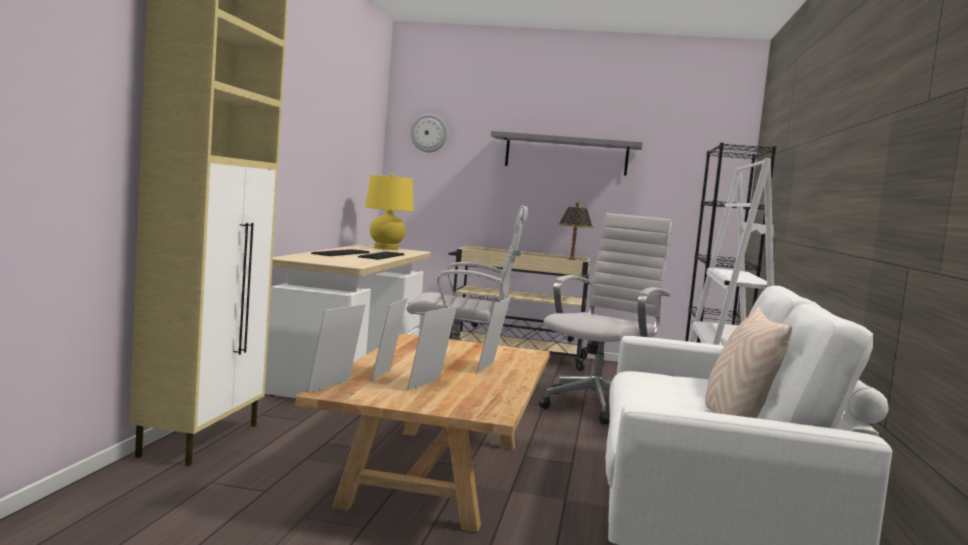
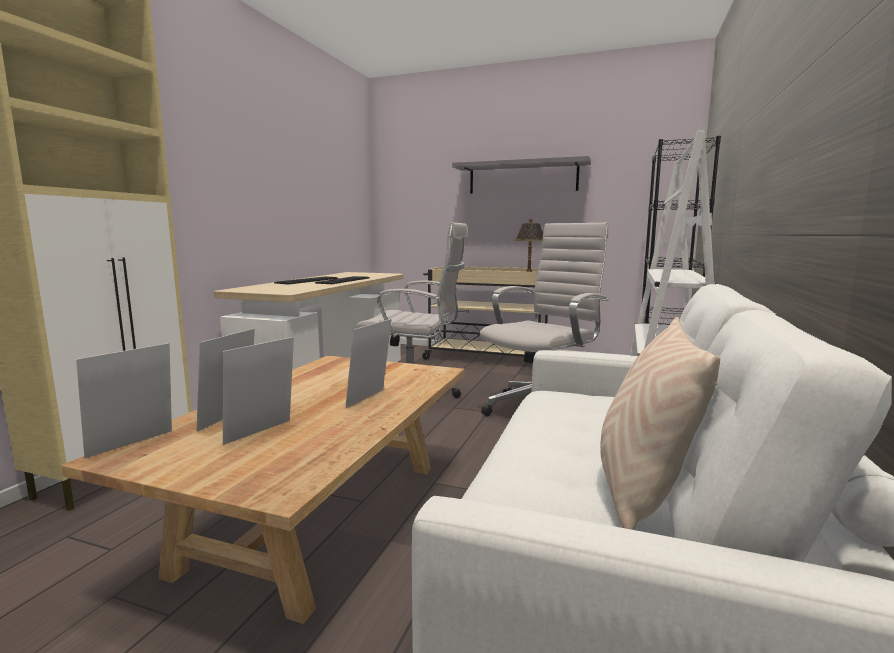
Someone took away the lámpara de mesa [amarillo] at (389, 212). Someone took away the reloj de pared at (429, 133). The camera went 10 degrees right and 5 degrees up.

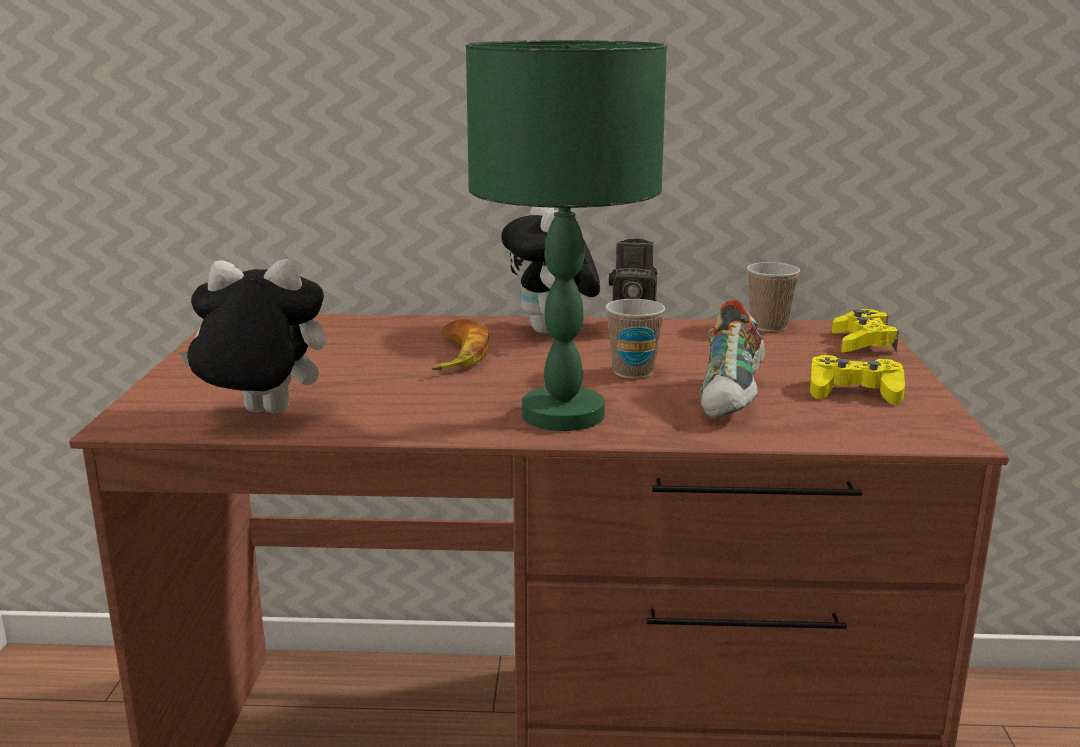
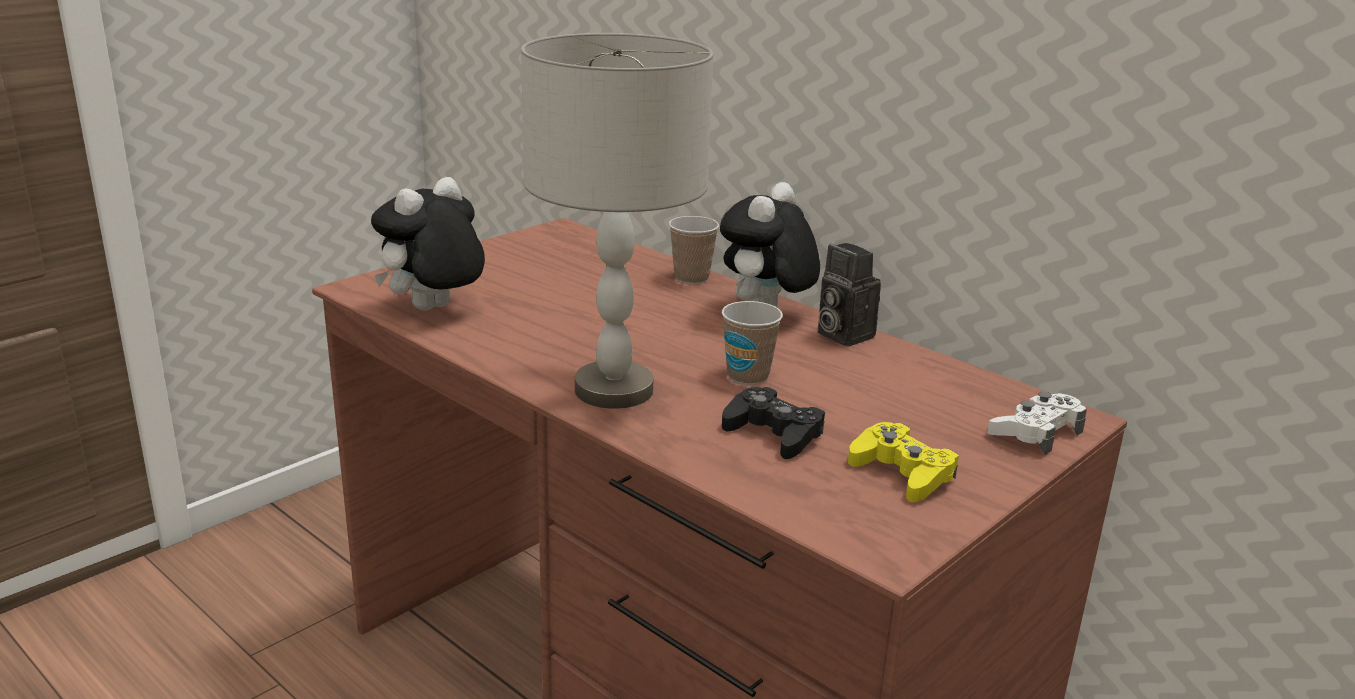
Someone took away the plátano at (460, 344). Someone carried the taza from (773, 297) to (694, 250). Someone swapped the zapato at (732, 359) for the mando de consola [negro] at (773, 423). Someone repainted the lámpara de mesa [verde] at (566, 235), which became the lámpara de mesa [gris] at (617, 221). Someone repainted the mando de consola [amarillo] at (865, 330), which became the mando de consola [blanco] at (1037, 423). Someone rotated the peluche at (252, 336) by 90 degrees counterclockwise. The camera went 40 degrees right and 5 degrees up.

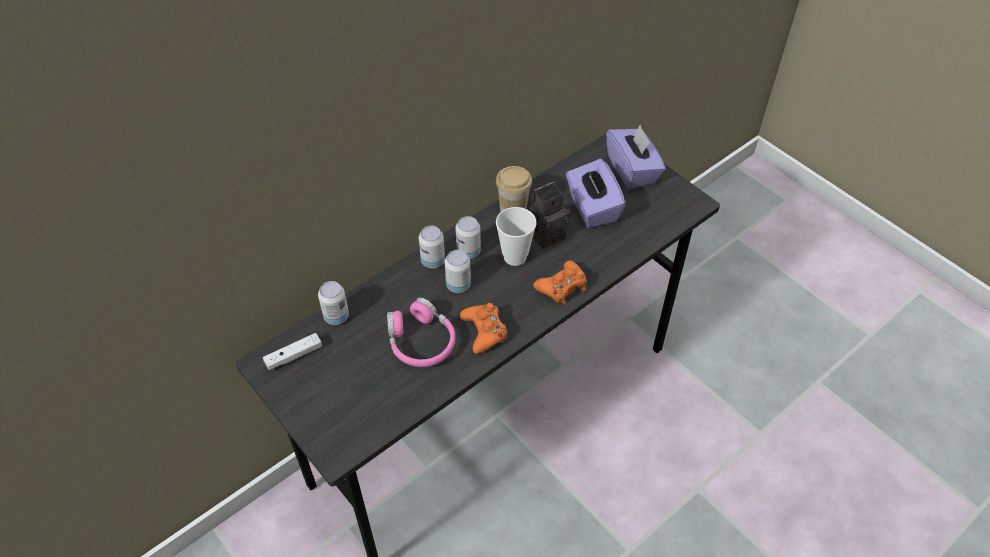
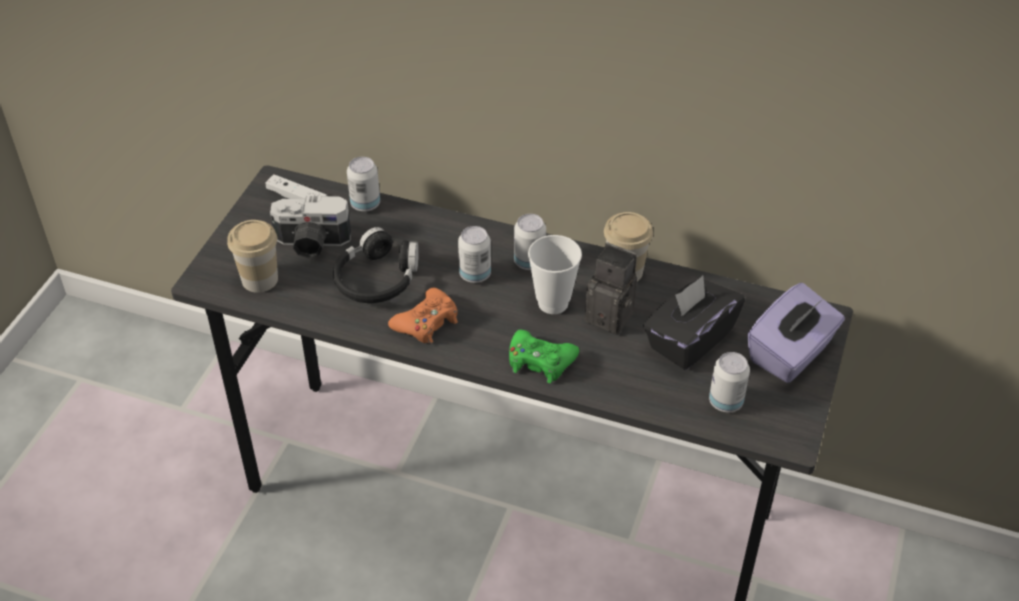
Someone put down the taza at (252, 256). Someone put down the cámara at (310, 227). Someone carried the lata from (432, 247) to (729, 382). Someone repainted the auriculares [rosa] at (421, 332), which became the auriculares [negro] at (376, 265). Someone repainted the mando de consola [naranja] at (560, 282), which became the mando de consola [verde] at (544, 356). Someone repainted the caja de pañuelos [morado] at (596, 193), which became the caja de pañuelos [negro] at (694, 323). The camera went 60 degrees right and 5 degrees down.

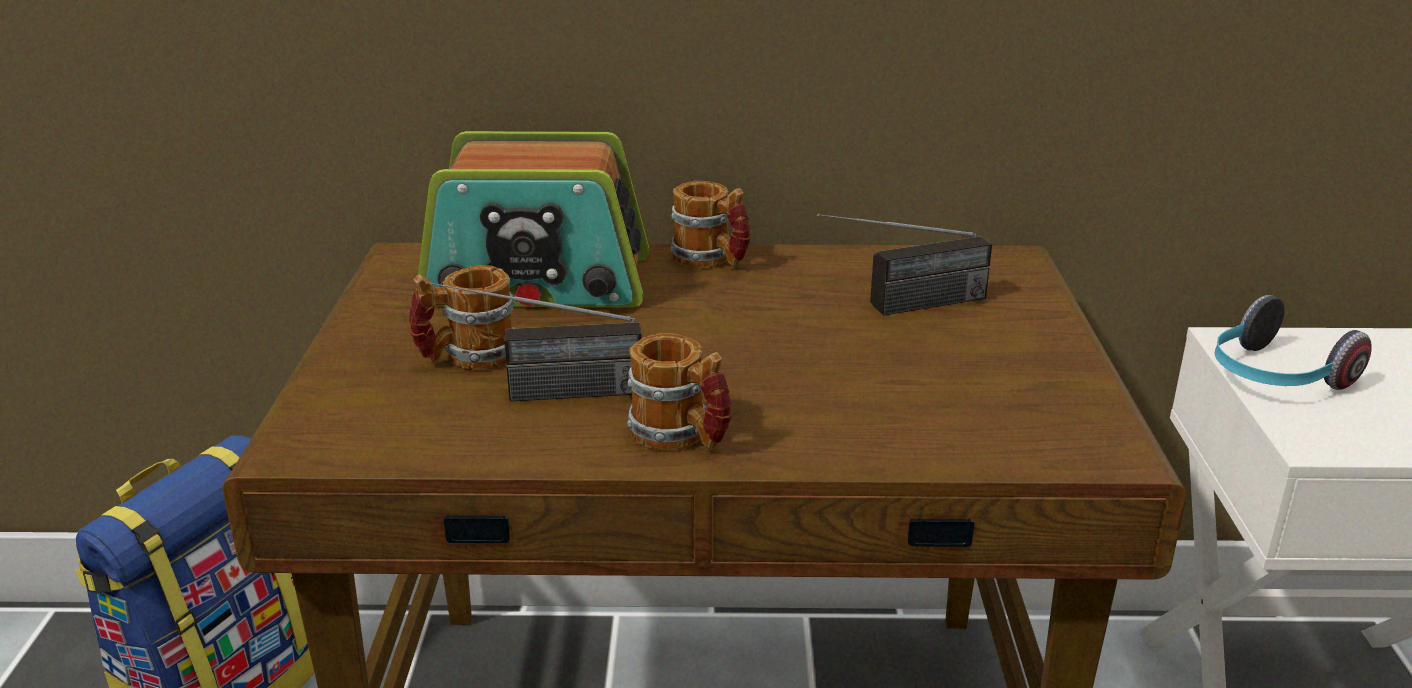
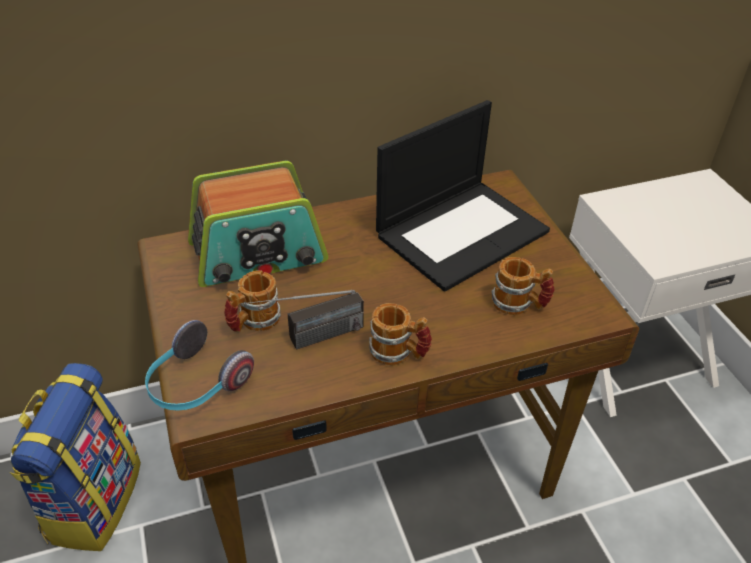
Someone carried the taza grande from (711, 224) to (523, 286). Someone carried the auriculares from (1293, 342) to (199, 365). Someone swapped the radio at (904, 264) for the portátil at (463, 196). The camera went 20 degrees left and 15 degrees up.

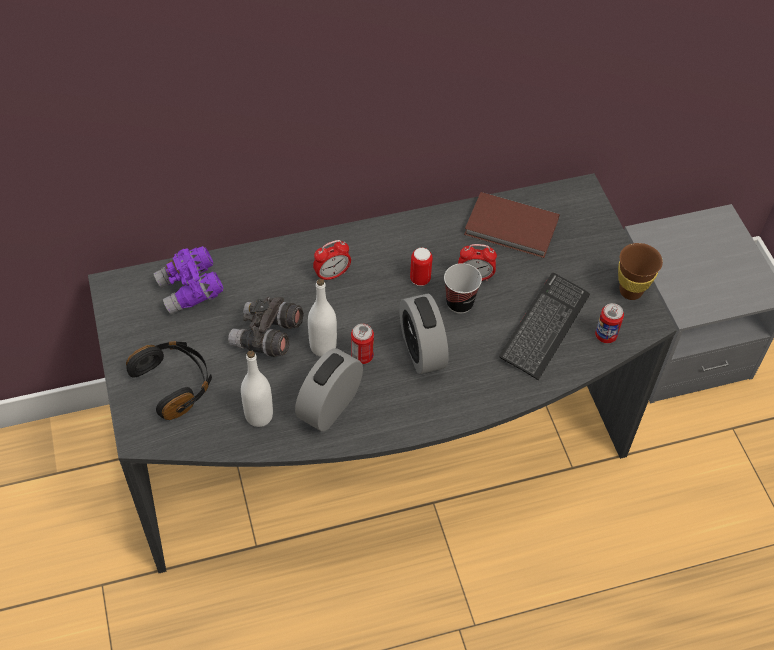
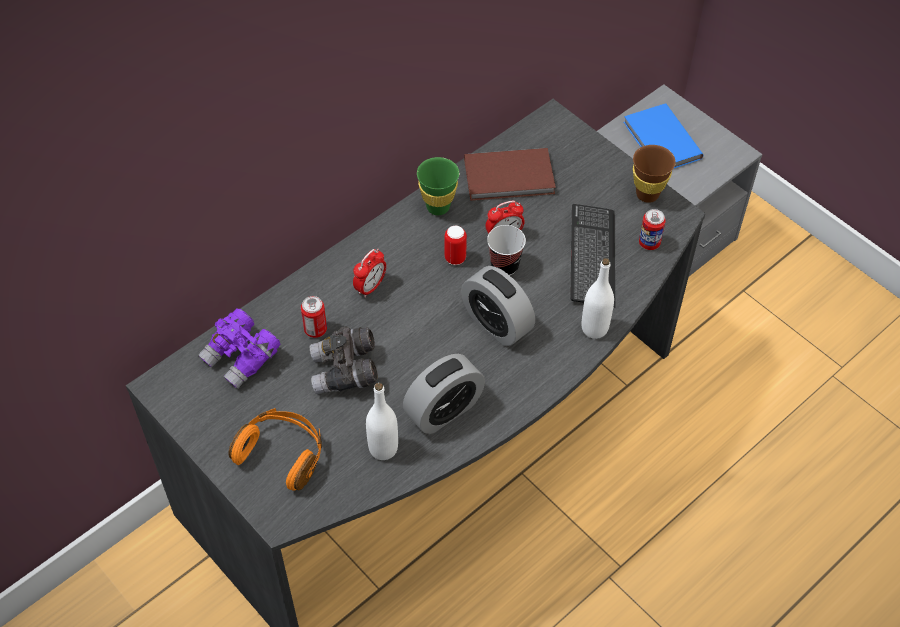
Someone put down the taza [verde] at (438, 186). Someone put down the libro [azul] at (663, 135). Someone carried the botella [blanco] from (322, 318) to (597, 298). Someone carried the lata from (362, 344) to (314, 317). Someone repainted the auriculares [negro] at (169, 380), which became the auriculares [naranja] at (275, 449). Someone rotated the despertador at (329, 389) by 135 degrees counterclockwise. The camera went 25 degrees left and 0 degrees up.

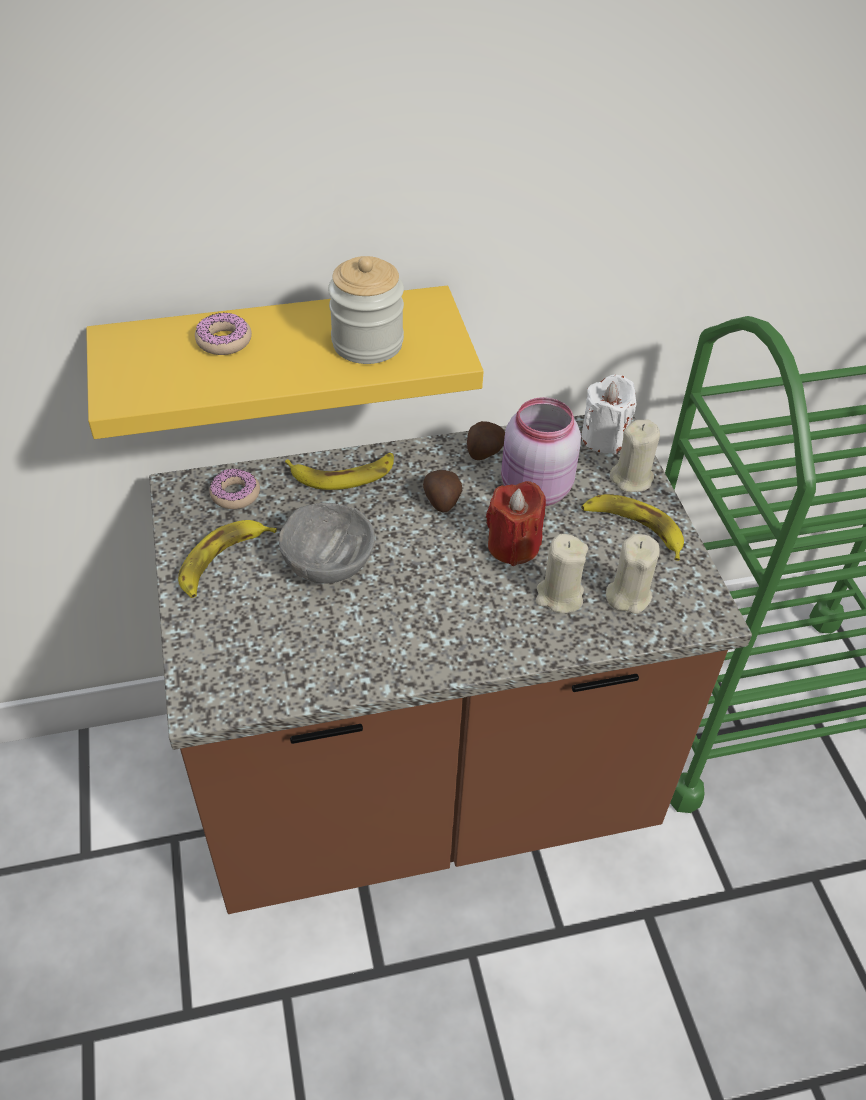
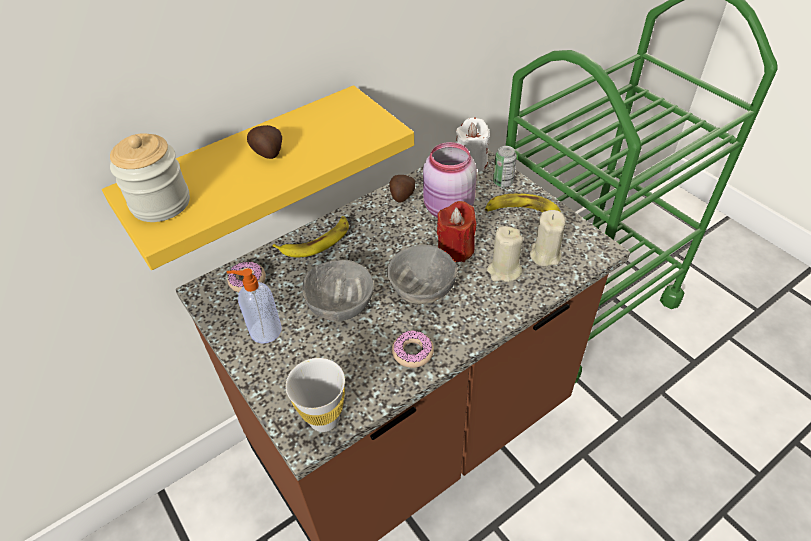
Someone put down the taza [blanco] at (315, 395). Someone put down the cuenco [gris] at (422, 274). Someone carried the rosquilla from (223, 333) to (413, 349). Someone carried the tarro from (366, 310) to (150, 177). Someone carried the patata from (442, 491) to (264, 142). Someone swapped the plátano at (227, 559) for the dispensador de jabón at (253, 306). Someone swapped the vela [beis] at (635, 455) for the lata at (505, 166). The camera went 20 degrees left and 0 degrees up.

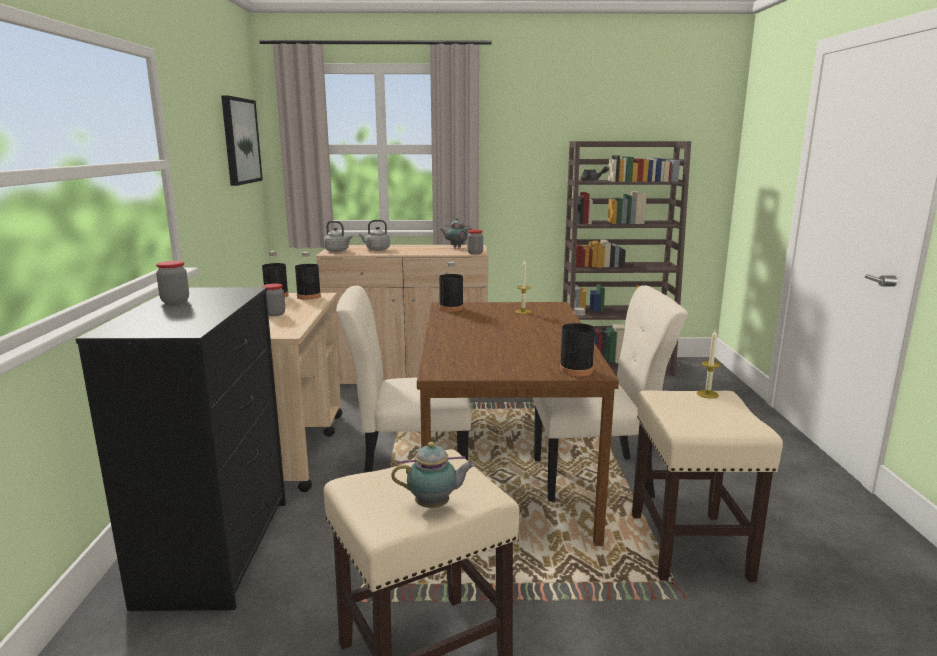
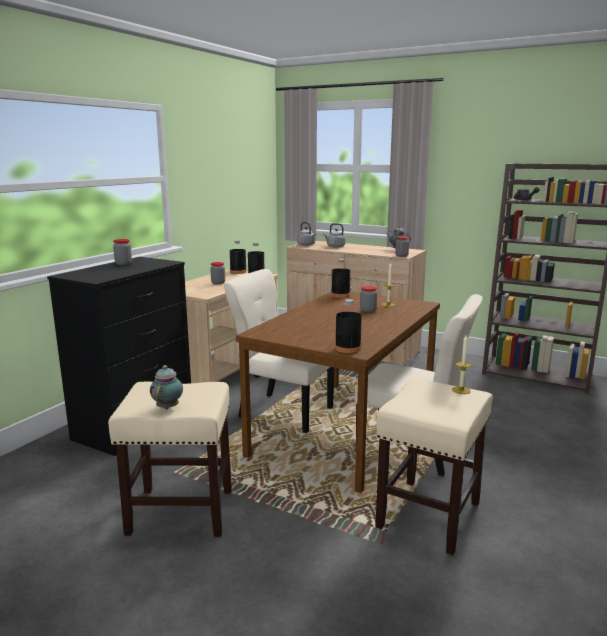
Someone took away the cuadro at (242, 140). Someone put down the tarro at (368, 299). Someone rotated the tetera at (433, 475) by 105 degrees counterclockwise. The camera went 30 degrees right and 0 degrees up.

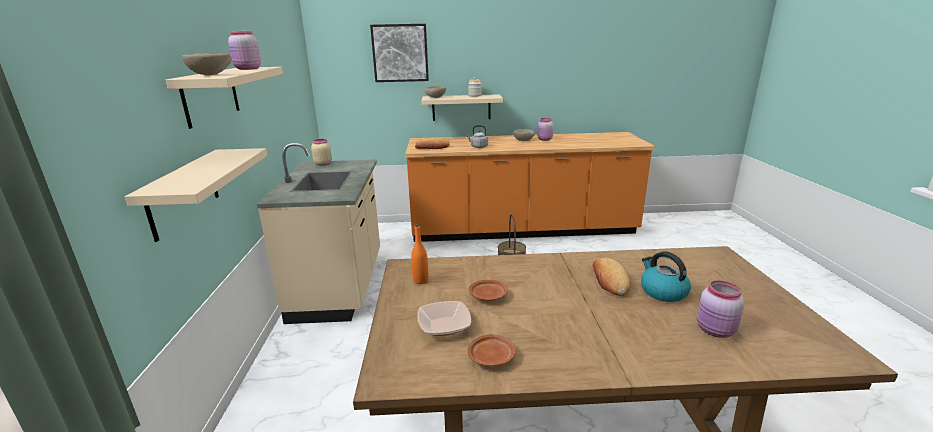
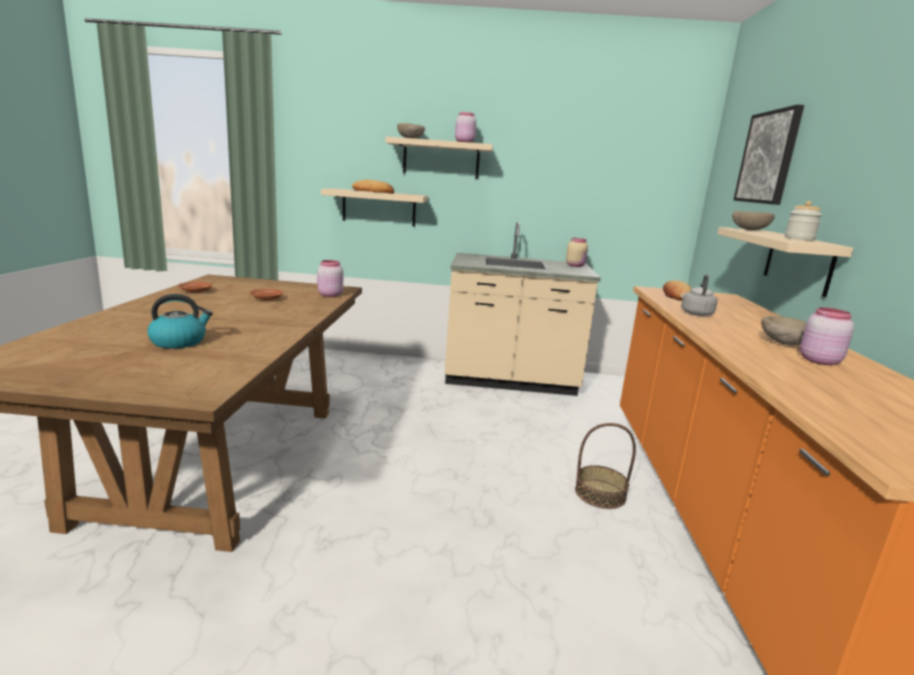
Someone took away the botella [naranja] at (419, 254). Someone took away the cuenco at (444, 318). Someone carried the pan from (612, 277) to (373, 187). Someone carried the tarro [rosa] from (720, 309) to (330, 278). The camera went 95 degrees right and 5 degrees down.

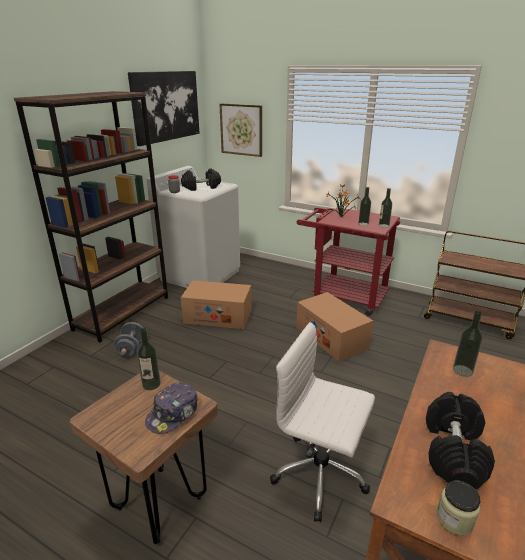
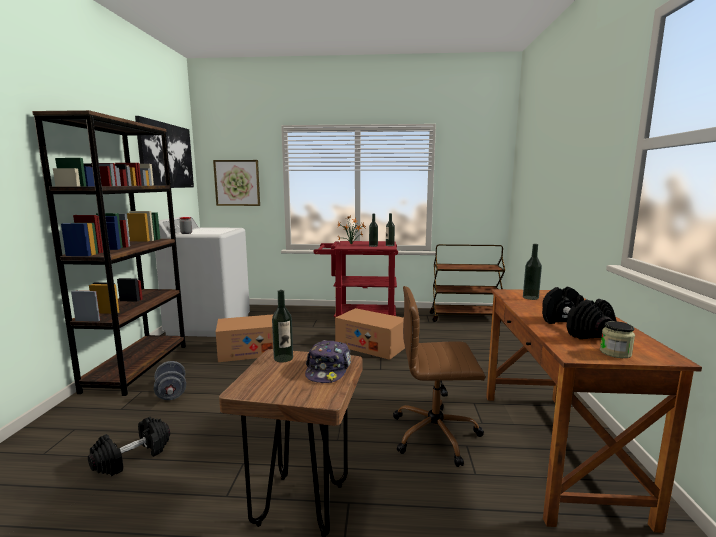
Someone carried the mancuerna [negro] from (201, 179) to (129, 446). Someone repainted the silla de oficina [blanco] at (322, 422), which became the silla de oficina [marrón] at (439, 376). The camera went 25 degrees left and 15 degrees down.

